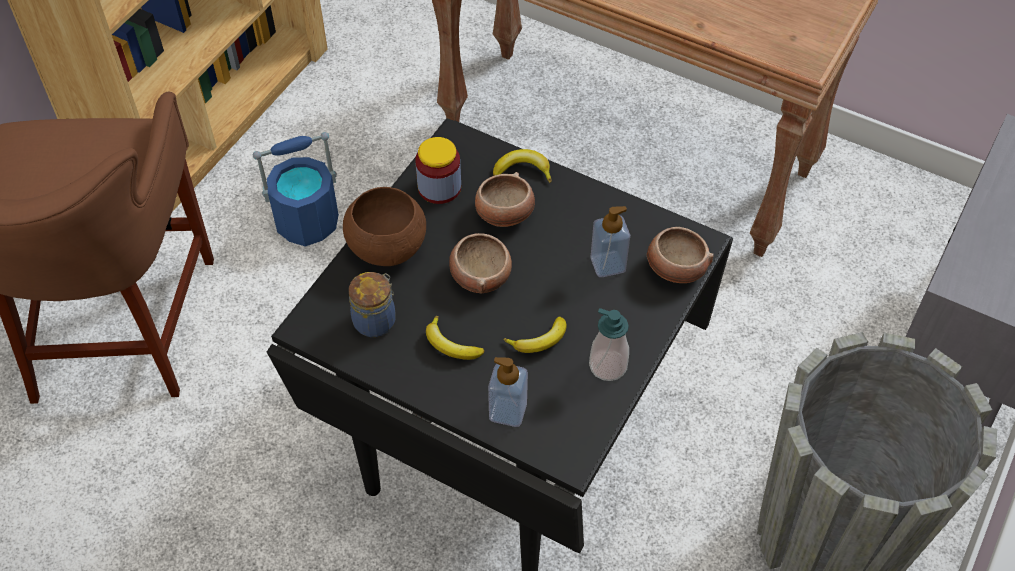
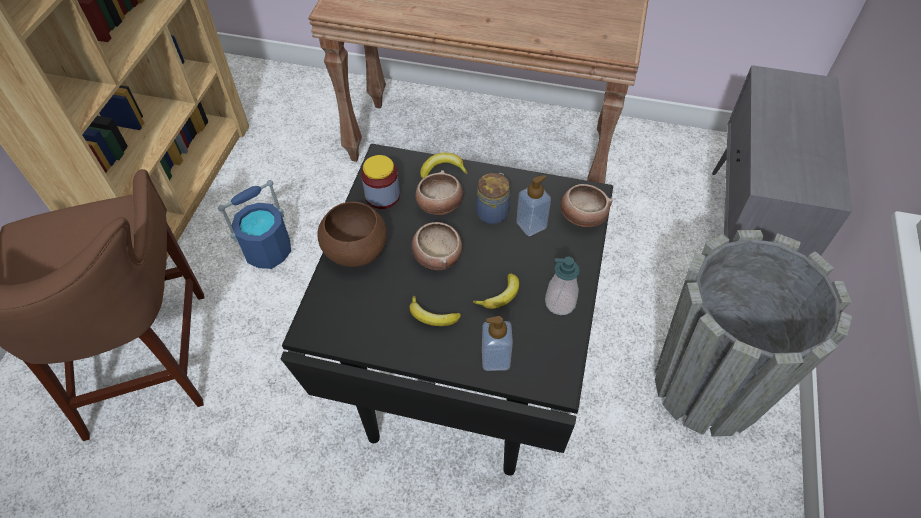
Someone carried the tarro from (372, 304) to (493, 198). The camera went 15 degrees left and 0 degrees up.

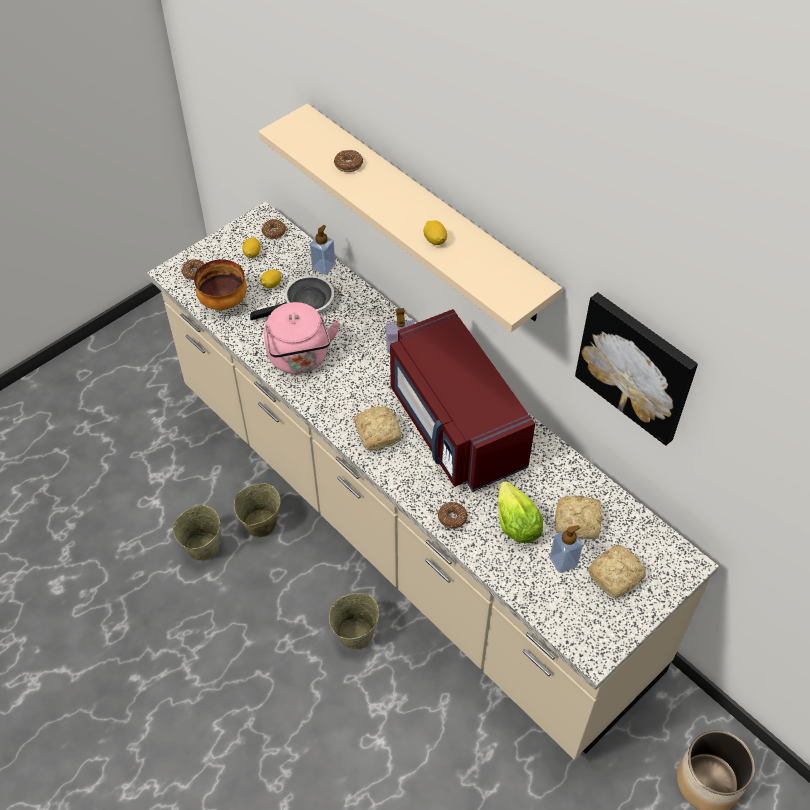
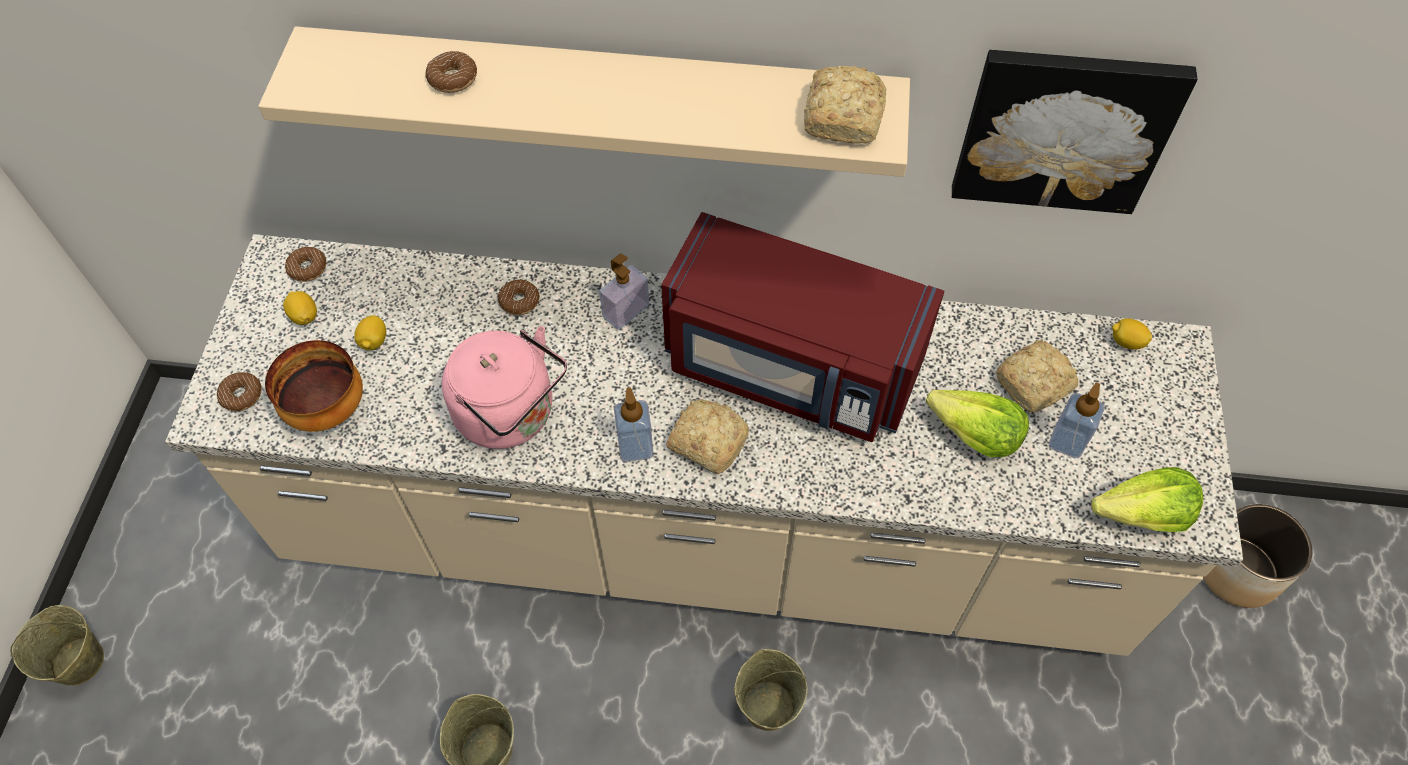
Someone took away the sartén at (292, 298). Someone put down the lechuga at (1147, 499). Someone carried the cubo [beis] from (257, 510) to (57, 645). Someone carried the dispensador de jabón from (322, 250) to (633, 424). Someone carried the limón from (435, 232) to (1132, 334). Someone carried the rosquilla from (452, 515) to (519, 297). Someone carried the pan from (617, 571) to (845, 105). The camera went 40 degrees left and 5 degrees up.

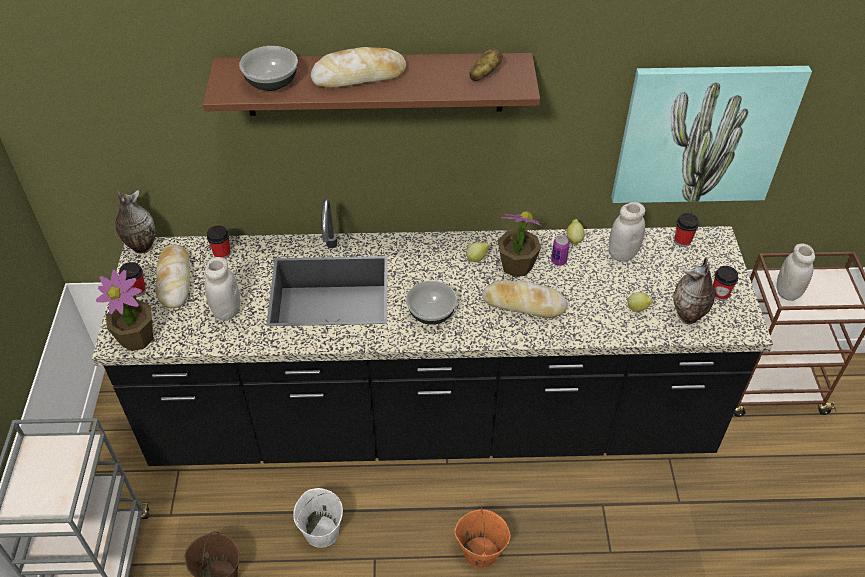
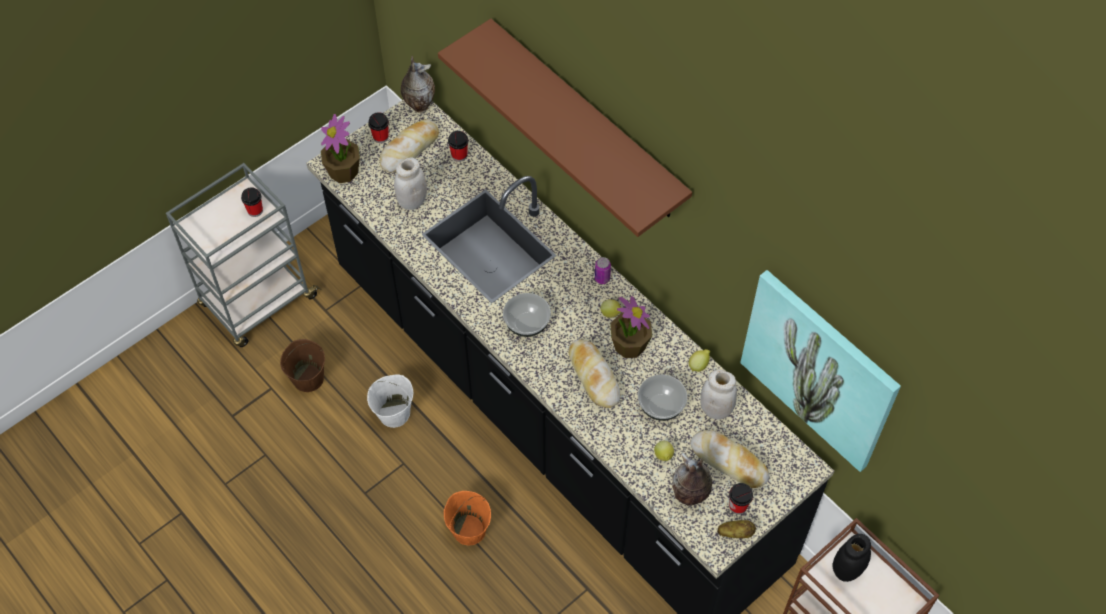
Someone carried the cuenco from (268, 68) to (662, 398). Someone carried the pan from (358, 67) to (730, 459). Someone carried the patata from (486, 64) to (736, 529). Someone carried the lata from (560, 250) to (603, 270). Someone carried the taza from (686, 230) to (252, 202). Someone repainted the tarro [blanco] at (796, 272), which became the tarro [negro] at (852, 558). The camera went 50 degrees right and 10 degrees up.

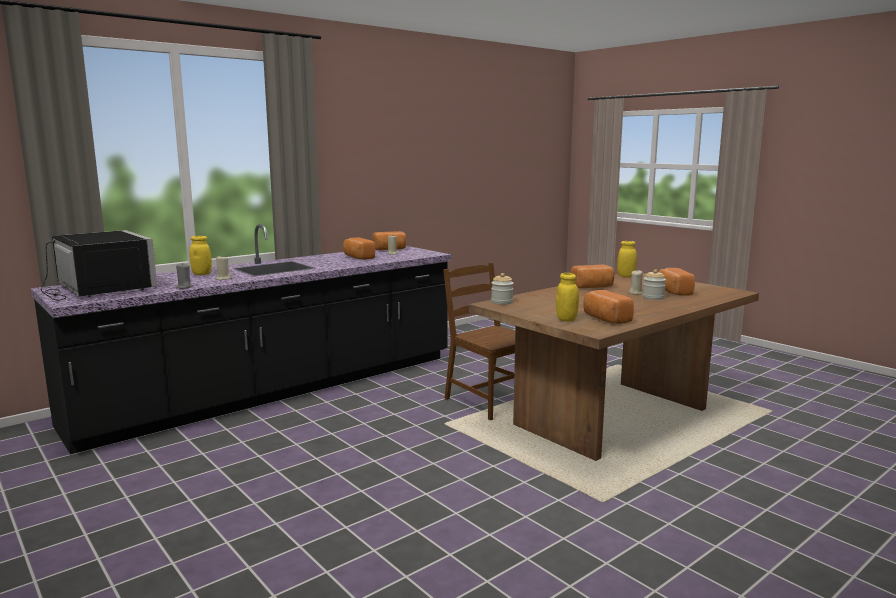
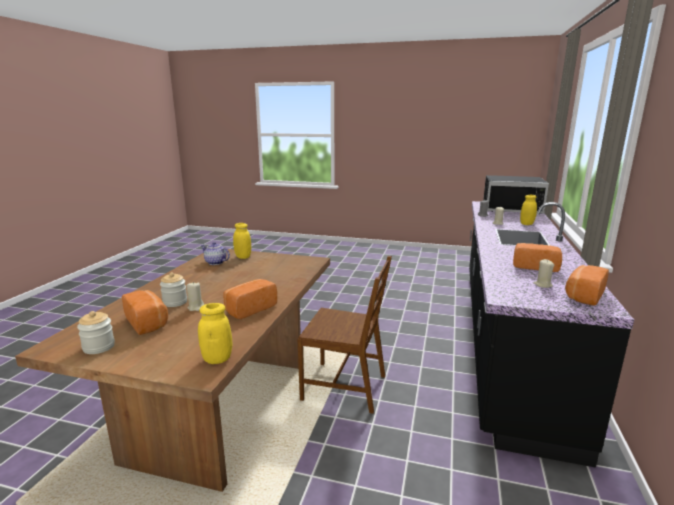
Someone carried the tarro from (502, 289) to (96, 332). Someone swapped the pan at (608, 307) for the tetera at (215, 253). The camera went 145 degrees right and 5 degrees up.

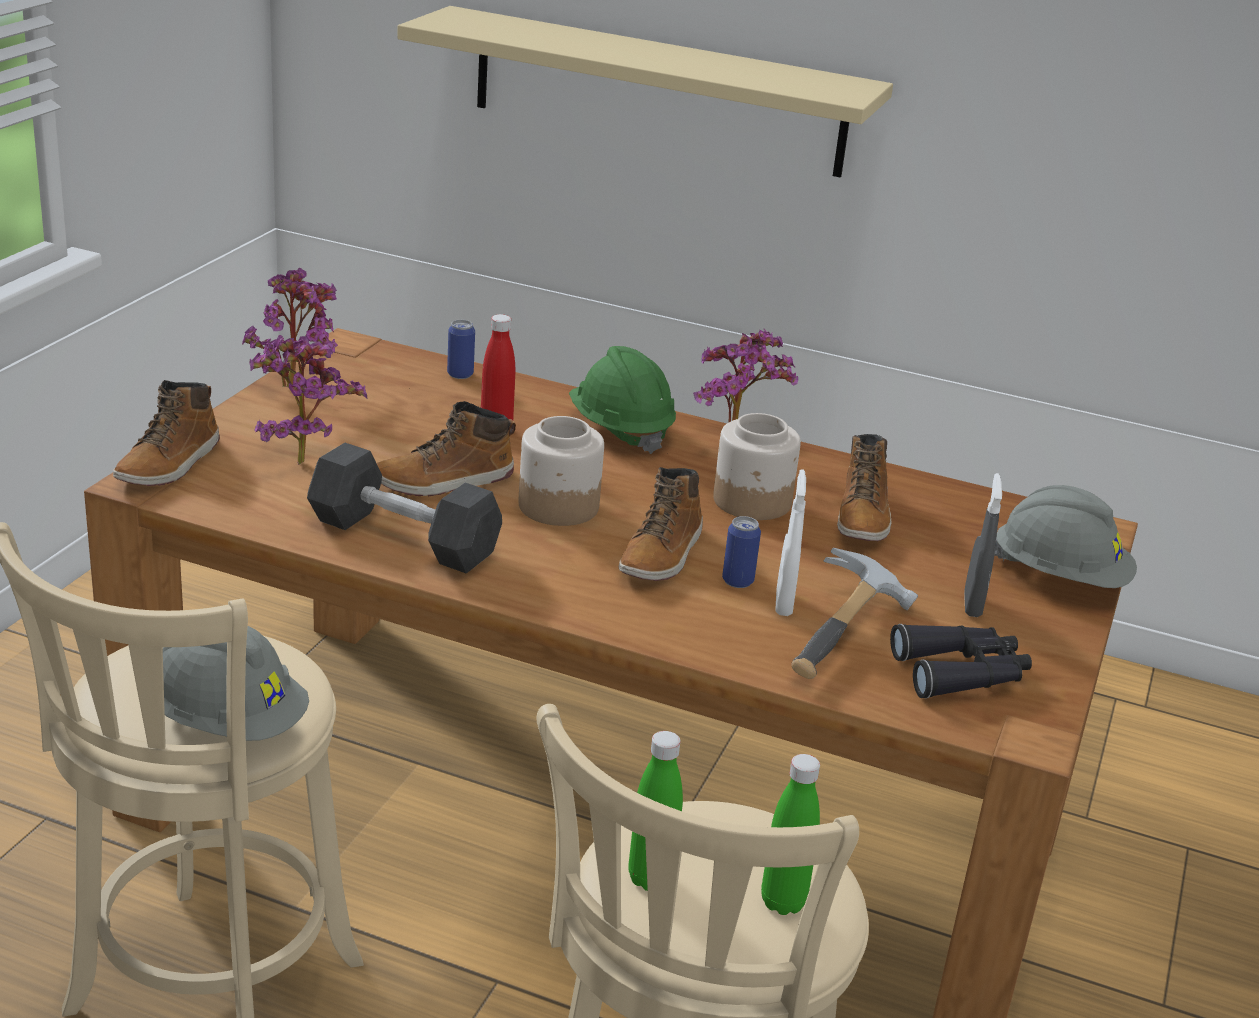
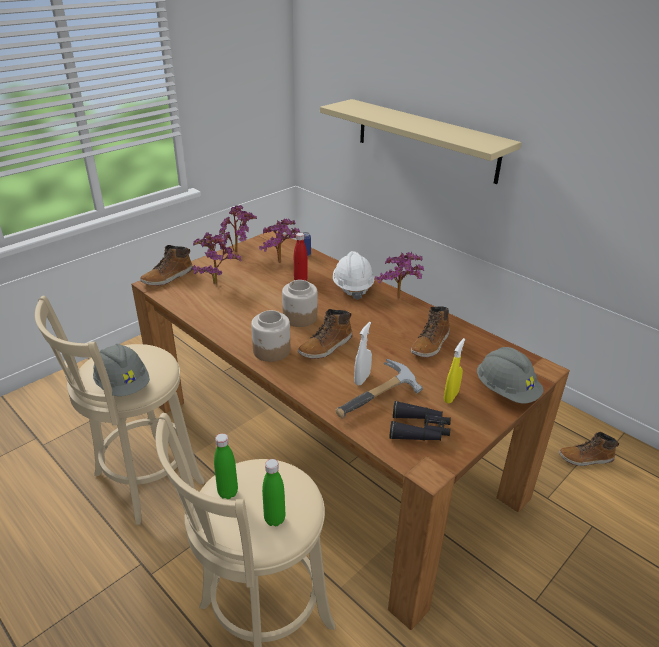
Someone took away the mancuerna [gris] at (404, 508). Someone took away the lata at (741, 552). Someone put down the planta en maceta at (280, 240). Someone carried the bota from (446, 448) to (589, 449). Someone carried the tarro from (757, 466) to (270, 336). Someone repainted the casco [verde] at (622, 400), which became the casco [blanco] at (353, 275). Someone repainted the pulverizador [gris] at (983, 545), which became the pulverizador [amarillo] at (454, 371). The camera went 25 degrees right and 5 degrees up.

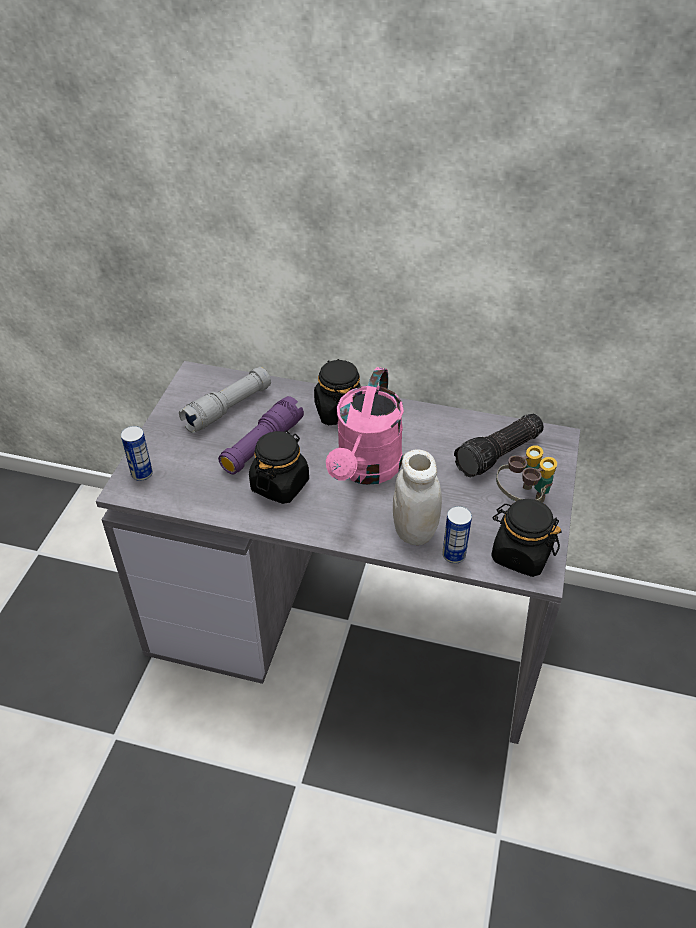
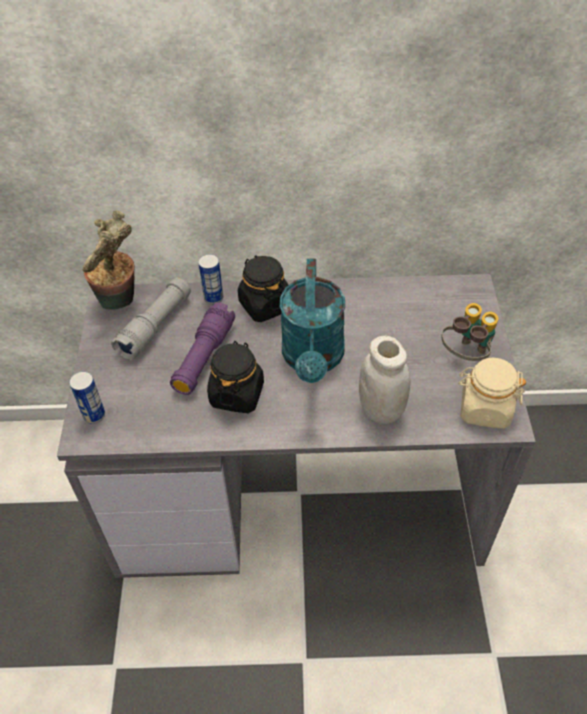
Someone took away the linterna at (499, 445). Someone put down the planta en maceta at (109, 260). Someone carried the lata from (457, 535) to (210, 279). Someone repainted the regadera [rosa] at (365, 426), which became the regadera [turquesa] at (312, 321). Someone repainted the tarro [negro] at (526, 538), which became the tarro [beis] at (492, 393). The camera went 15 degrees left and 5 degrees up.

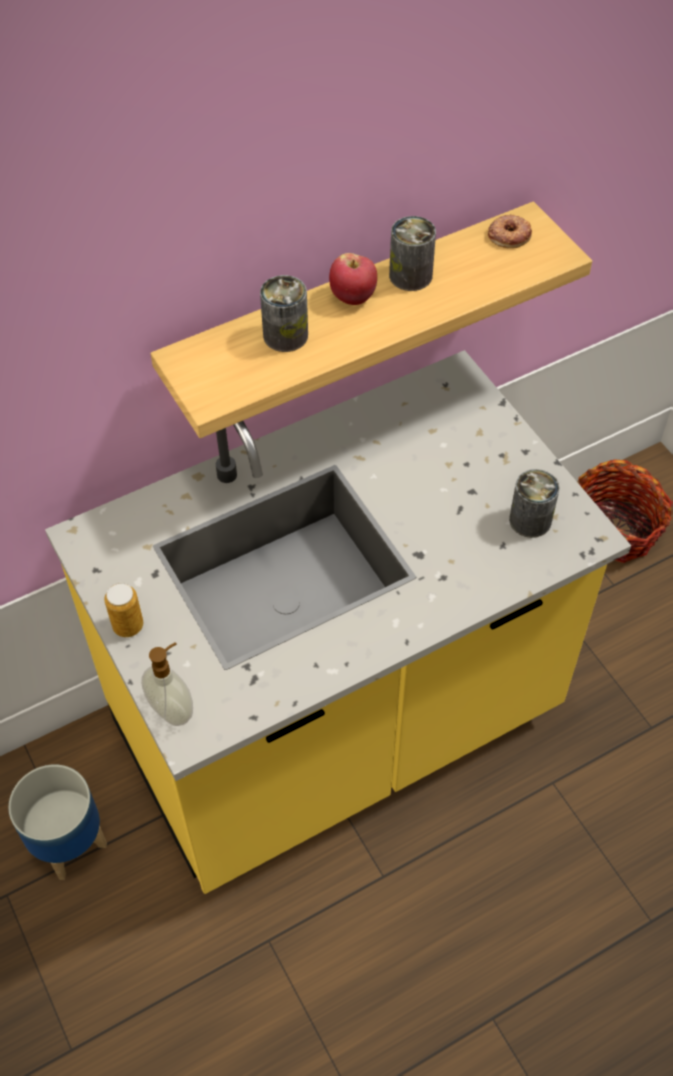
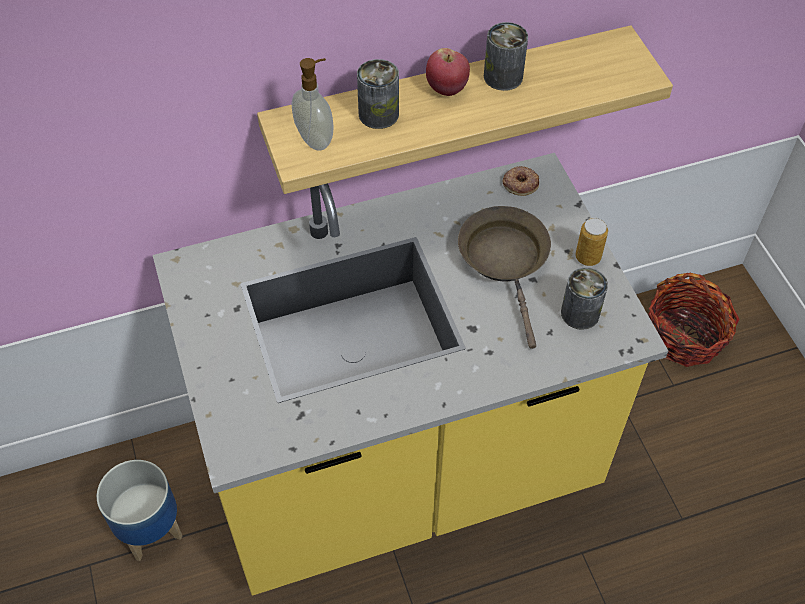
Someone put down the sartén [marrón] at (504, 277). Someone carried the lata from (123, 610) to (592, 242). Someone carried the dispensador de jabón from (167, 684) to (312, 104). Someone carried the rosquilla from (510, 231) to (521, 181). The camera went 10 degrees right and 0 degrees up.

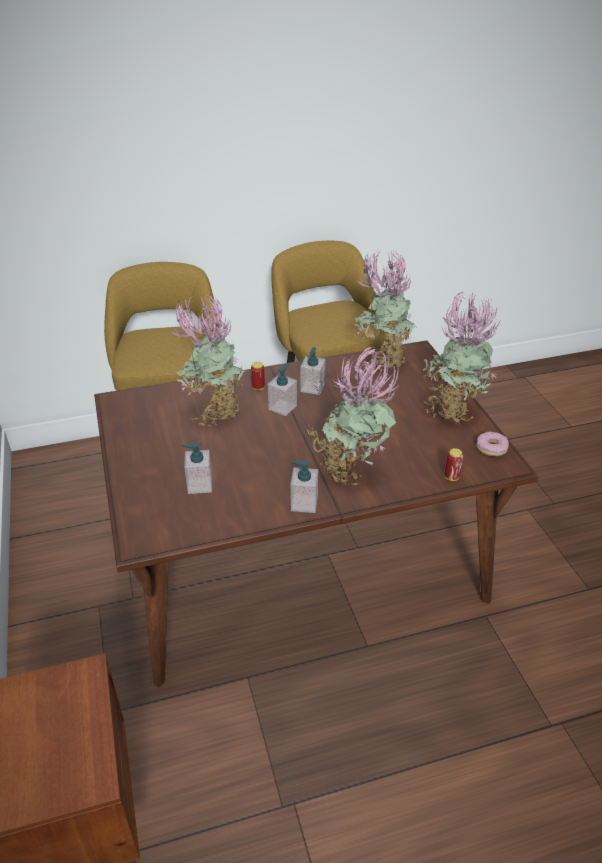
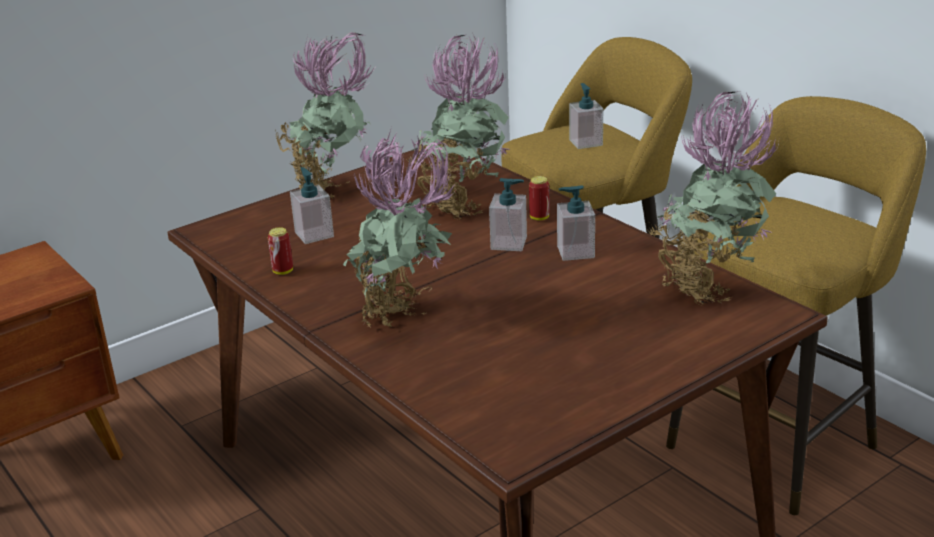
Someone took away the rosquilla at (493, 444). Someone carried the dispensador de jabón from (304, 487) to (586, 116). Someone carried the planta en maceta from (461, 358) to (325, 115). Someone carried the lata from (453, 464) to (280, 251). The camera went 70 degrees right and 10 degrees down.

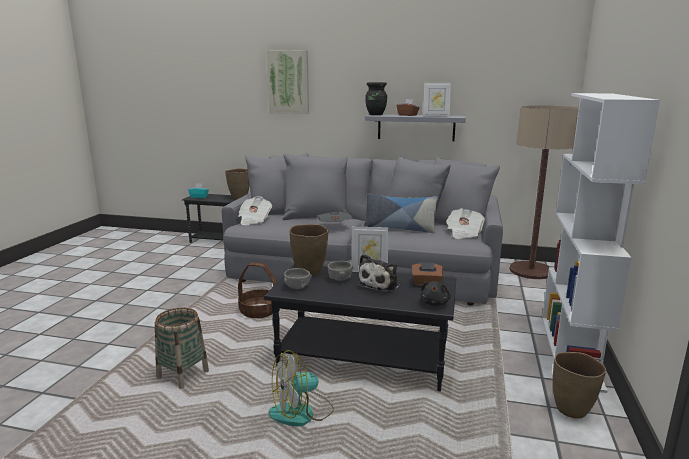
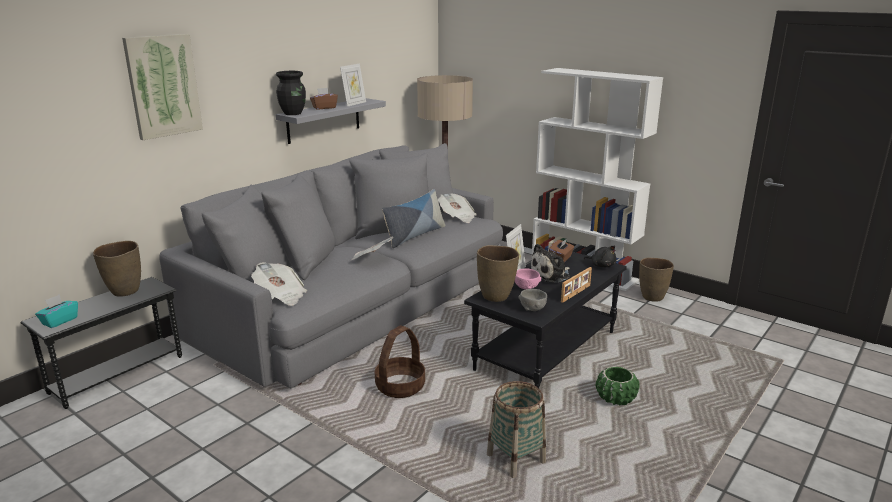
Someone put down the portarretratos at (576, 285). Someone swapped the ventilador at (301, 388) for the maceta [verde] at (618, 385). Someone repainted the cuenco [gris] at (340, 271), which became the cuenco [rosa] at (528, 279). Someone rotated the peluche at (378, 273) by 90 degrees clockwise. The camera went 65 degrees left and 5 degrees up.

